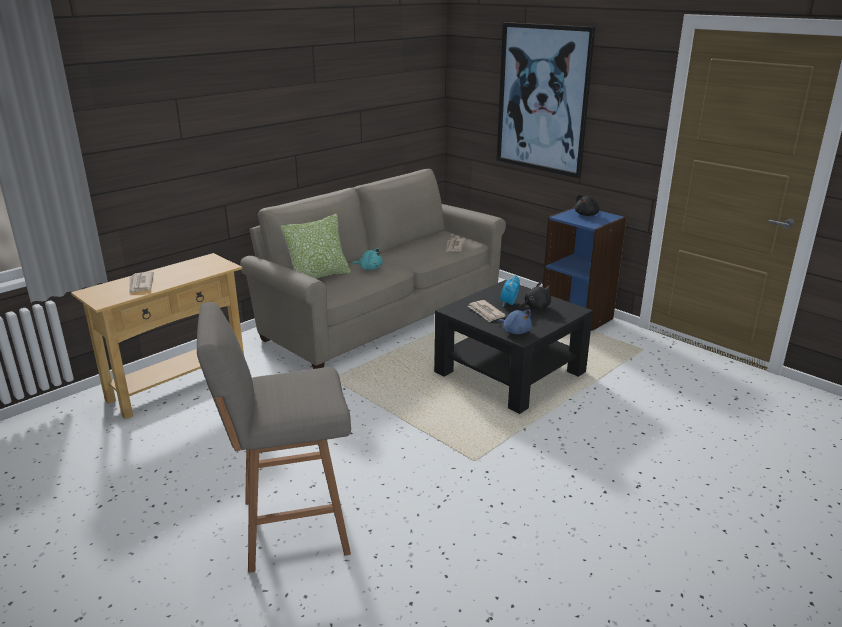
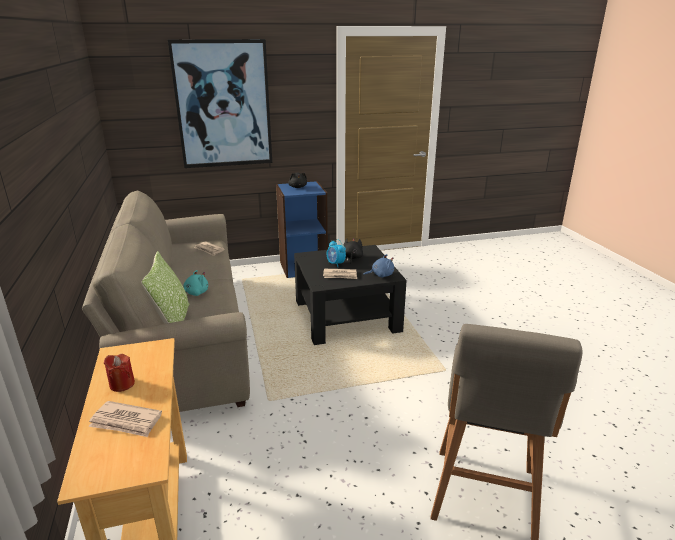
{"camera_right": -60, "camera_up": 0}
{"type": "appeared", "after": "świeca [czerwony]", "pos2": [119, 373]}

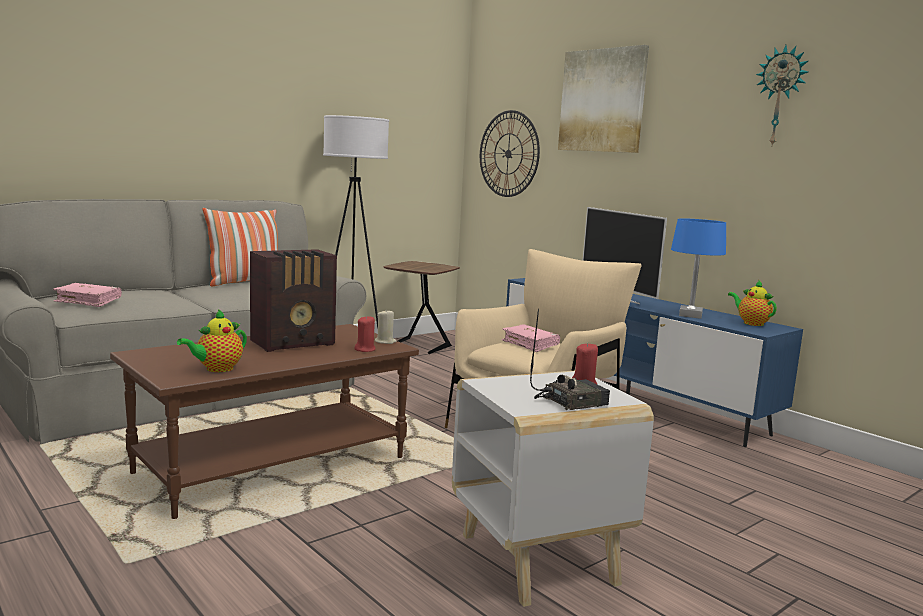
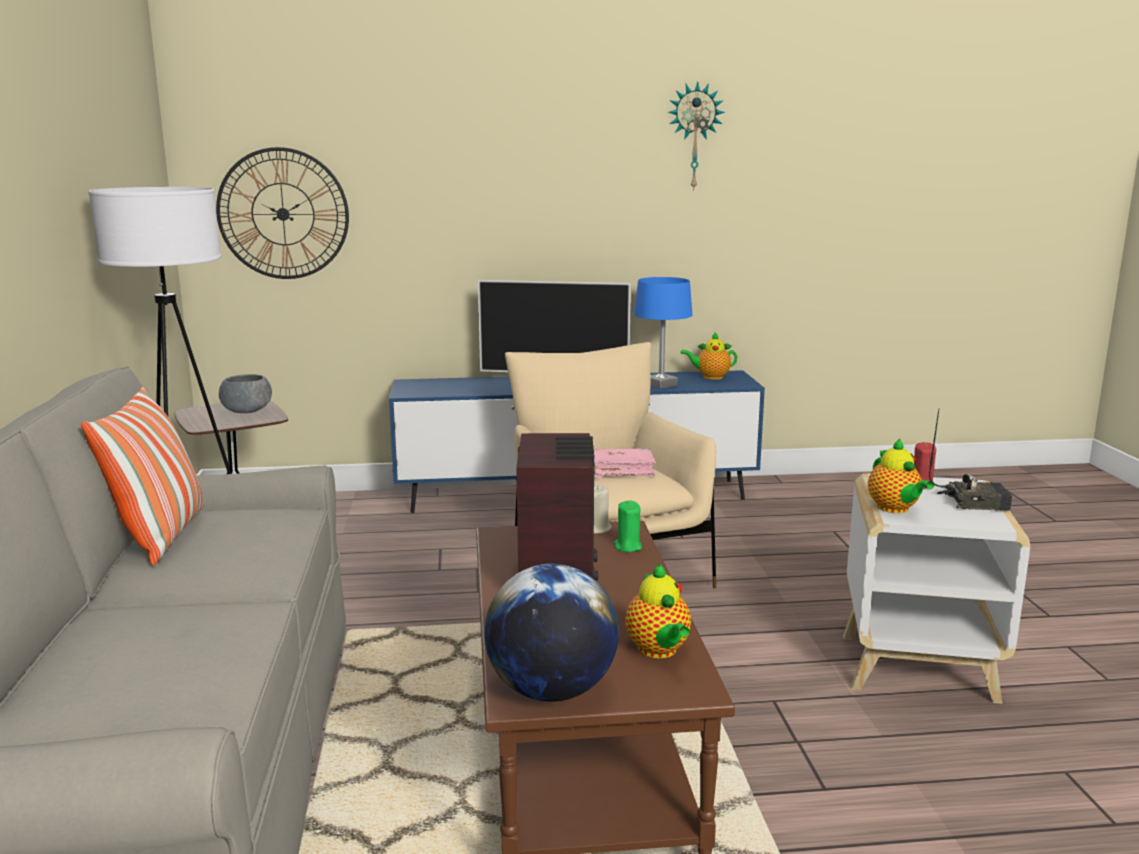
{"camera_right": -55, "camera_up": 5}
{"type": "missing", "before": "książka [różowy]", "pos1": [87, 295]}
{"type": "colour", "before": "świeca [czerwony]", "after": "świeca [zielony]", "pos1": [365, 333], "pos2": [628, 526]}
{"type": "spun", "before": "radio", "pos1": [570, 359], "pos2": [970, 459], "turn": 90}
{"type": "missing", "before": "obraz", "pos1": [603, 99]}
{"type": "appeared", "after": "miska [szary]", "pos2": [245, 393]}
{"type": "appeared", "after": "globus", "pos2": [551, 633]}
{"type": "appeared", "after": "imbryk", "pos2": [901, 476]}

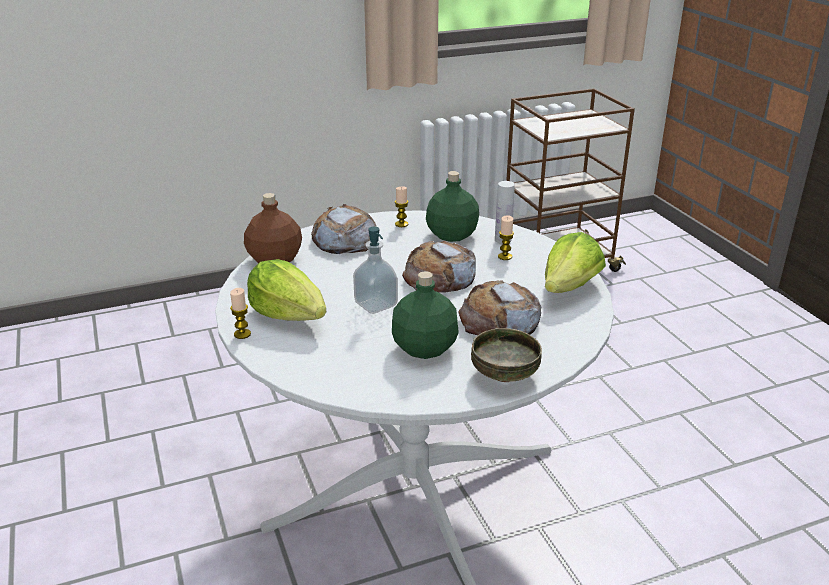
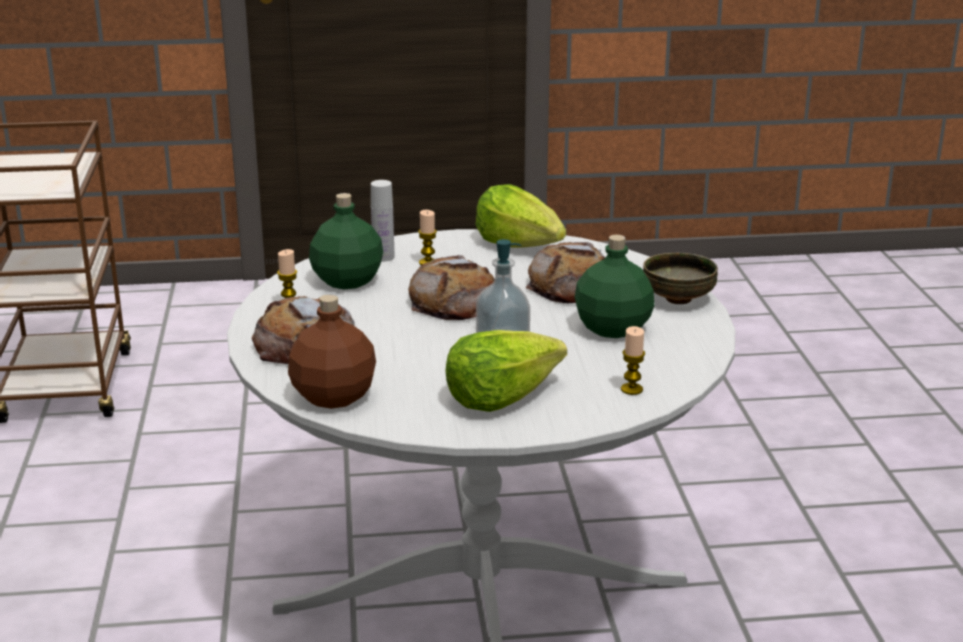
{"camera_right": -75, "camera_up": -5}
{"type": "relocated", "before": "świeca", "pos1": [240, 313], "pos2": [633, 360]}

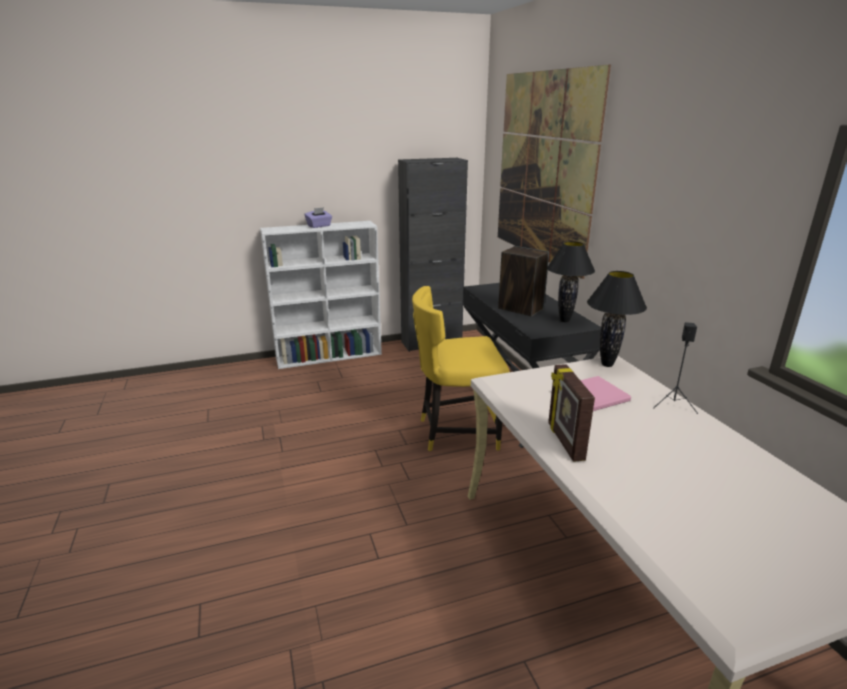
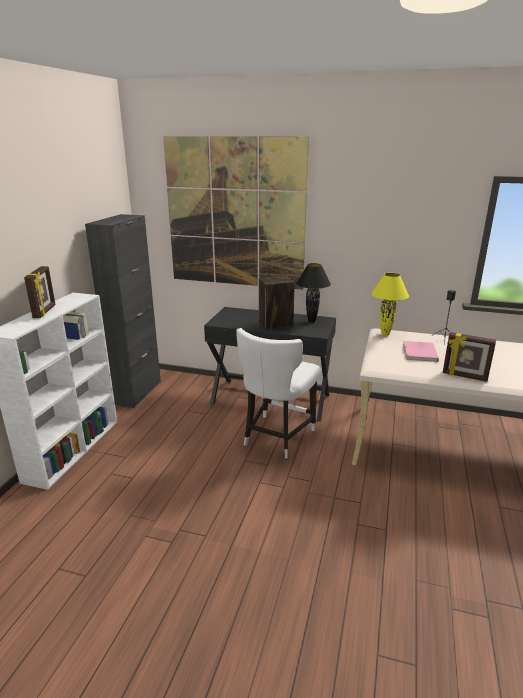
{"camera_right": -55, "camera_up": 0}
{"type": "exchanged", "before": "pudełko chusteczek [fioletowy]", "after": "ramka na zdjęcie", "pos1": [318, 217], "pos2": [39, 292]}
{"type": "colour", "before": "krzesło [żółty]", "after": "krzesło [biały]", "pos1": [461, 368], "pos2": [278, 393]}
{"type": "colour", "before": "lampa stołowa [czarny]", "after": "lampa stołowa [żółty]", "pos1": [617, 319], "pos2": [390, 304]}

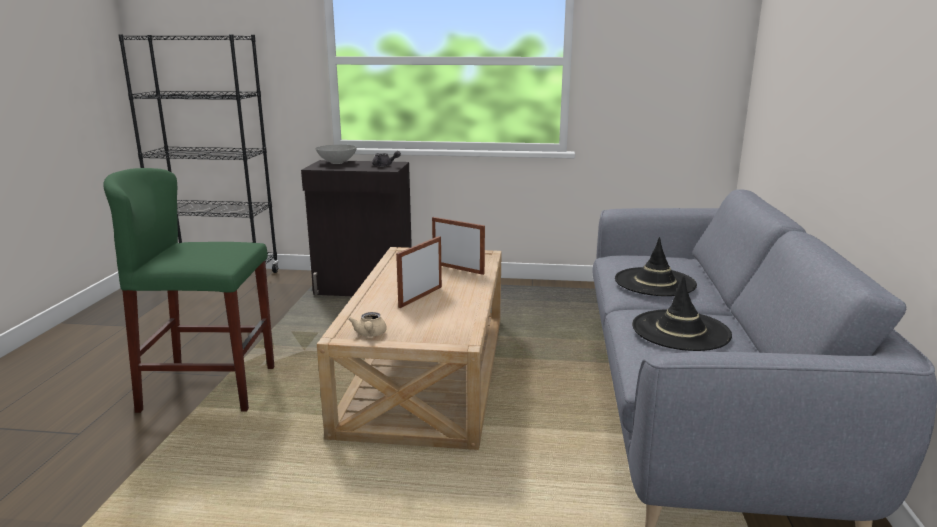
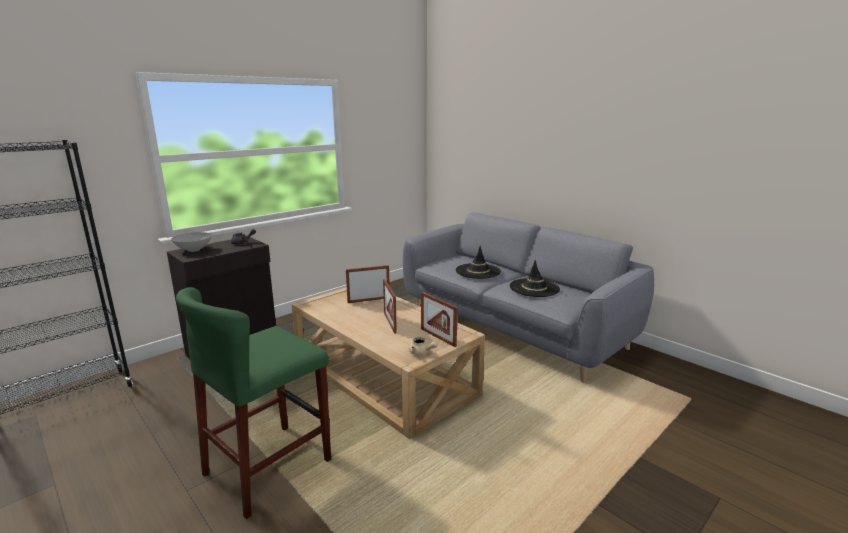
{"camera_right": -50, "camera_up": 0}
{"type": "appeared", "after": "ramka na zdjęcie", "pos2": [439, 319]}

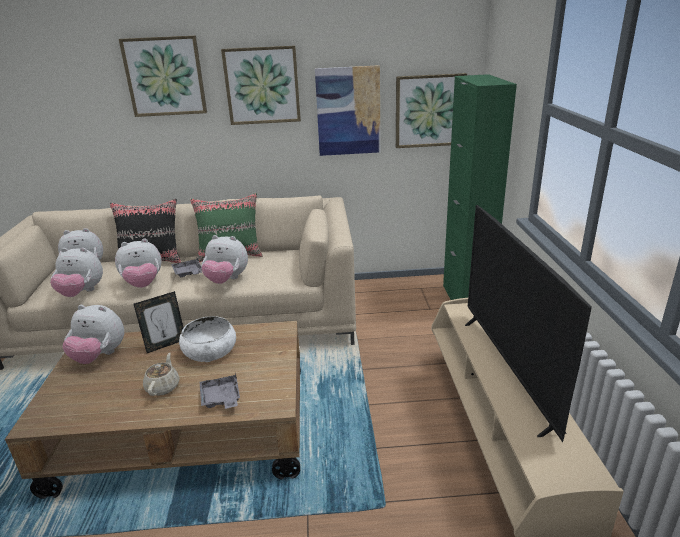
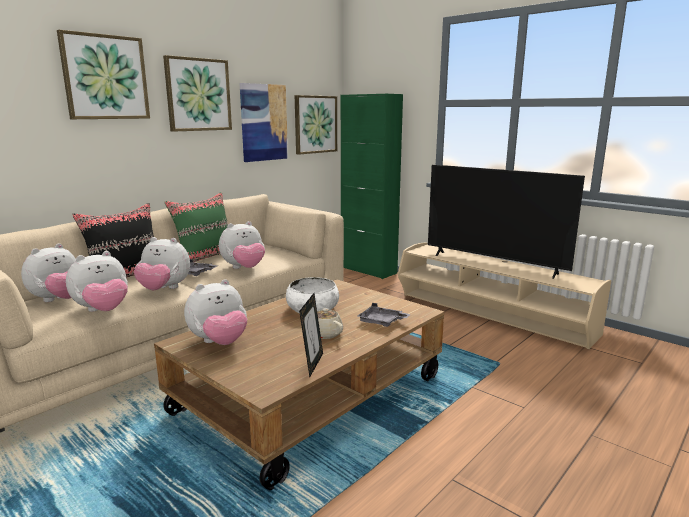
{"camera_right": -45, "camera_up": -10}
{"type": "spun", "before": "pluszak", "pos1": [138, 263], "pos2": [162, 263], "turn": 75}
{"type": "relocated", "before": "ramka na zdjęcie", "pos1": [158, 322], "pos2": [311, 335]}

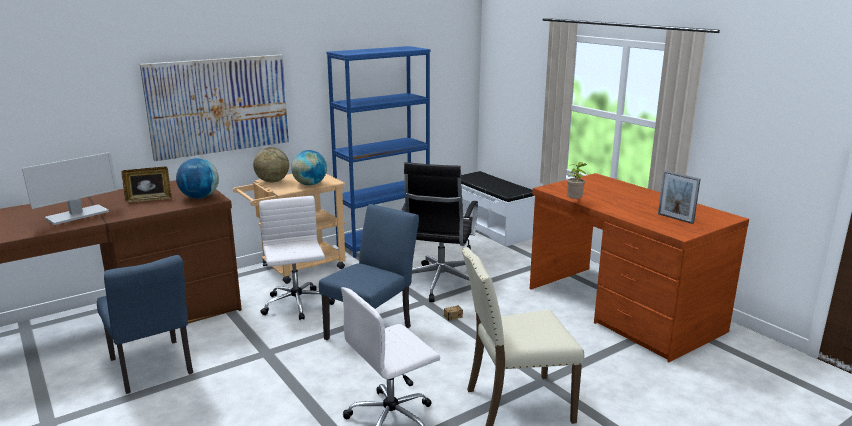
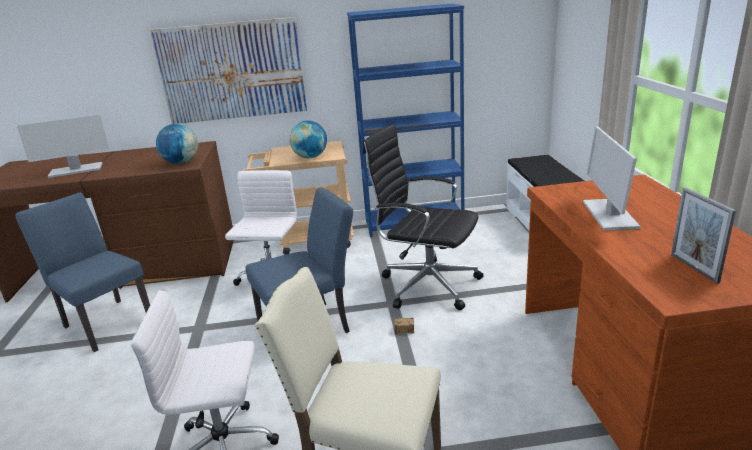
{"camera_right": 30, "camera_up": 5}
{"type": "spun", "before": "krzesło [niebieski]", "pos1": [145, 324], "pos2": [82, 272], "turn": 135}
{"type": "missing", "before": "ramka na zdjęcie", "pos1": [147, 184]}
{"type": "missing", "before": "globus", "pos1": [271, 165]}
{"type": "spun", "before": "krzesło biurowe [czarny]", "pos1": [439, 232], "pos2": [423, 217], "turn": 75}
{"type": "missing", "before": "roślina doniczkowa", "pos1": [577, 180]}
{"type": "appeared", "after": "monitor", "pos2": [611, 178]}

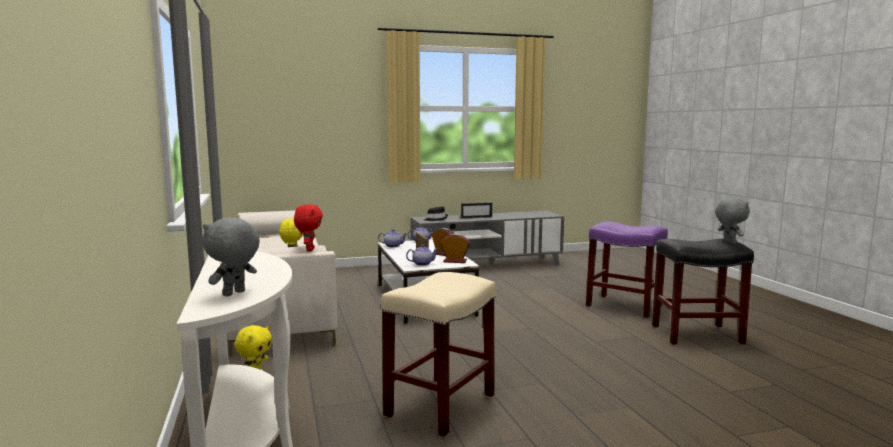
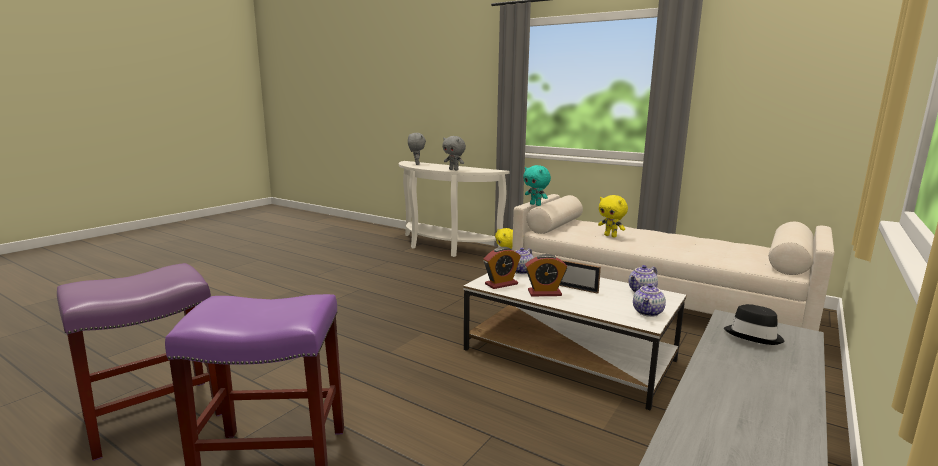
{"camera_right": 140, "camera_up": 5}
{"type": "colour", "before": "pluszak [czerwony]", "after": "pluszak [turkusowy]", "pos1": [308, 228], "pos2": [537, 185]}
{"type": "missing", "before": "stołek [beżowy]", "pos1": [438, 354]}
{"type": "missing", "before": "ramka na zdjęcie", "pos1": [476, 210]}
{"type": "colour", "before": "stołek [czarny]", "after": "stołek [fioletowy]", "pos1": [703, 292], "pos2": [139, 362]}
{"type": "relocated", "before": "pluszak [szary]", "pos1": [732, 221], "pos2": [454, 153]}

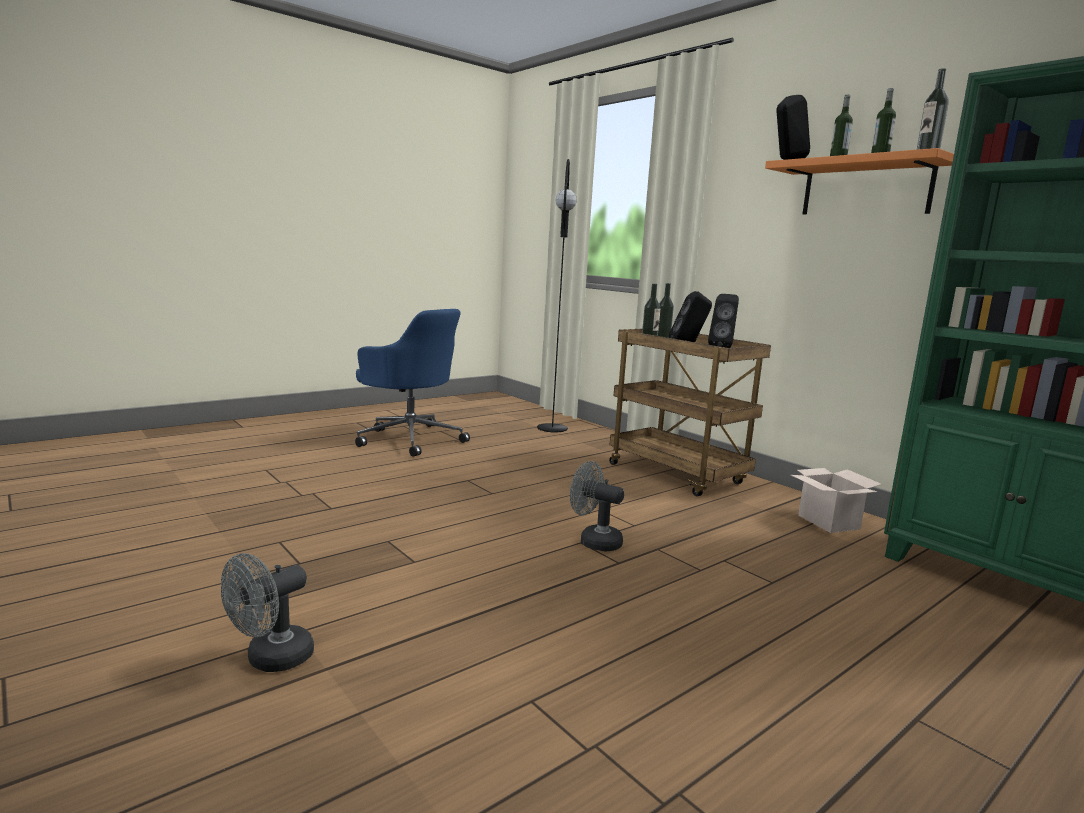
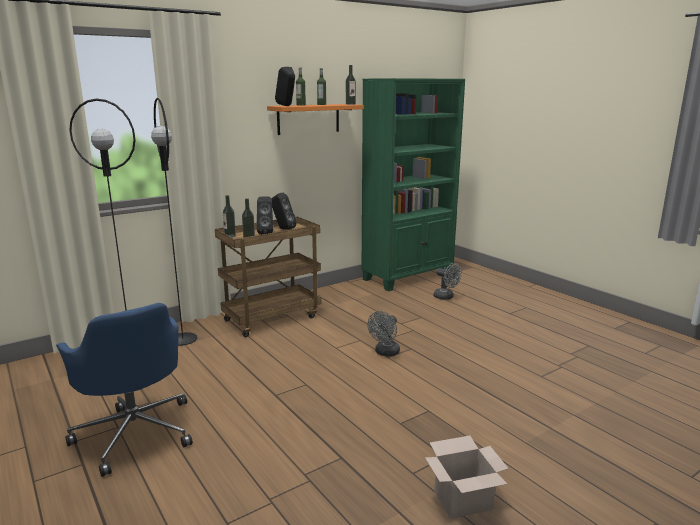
{"camera_right": -85, "camera_up": 5}
{"type": "relocated", "before": "wentylator [szary]", "pos1": [267, 612], "pos2": [448, 281]}
{"type": "spun", "before": "krzesło biurowe [niebieski]", "pos1": [412, 383], "pos2": [124, 390], "turn": 105}
{"type": "relocated", "before": "karton", "pos1": [836, 500], "pos2": [467, 477]}
{"type": "appeared", "after": "lampa stojąca [czarny]", "pos2": [174, 222]}

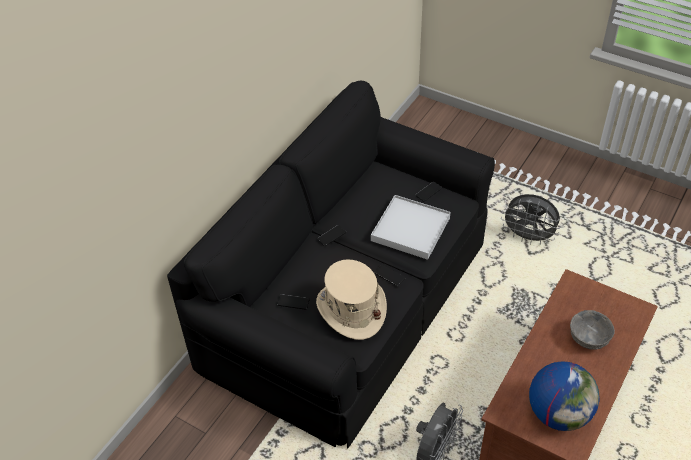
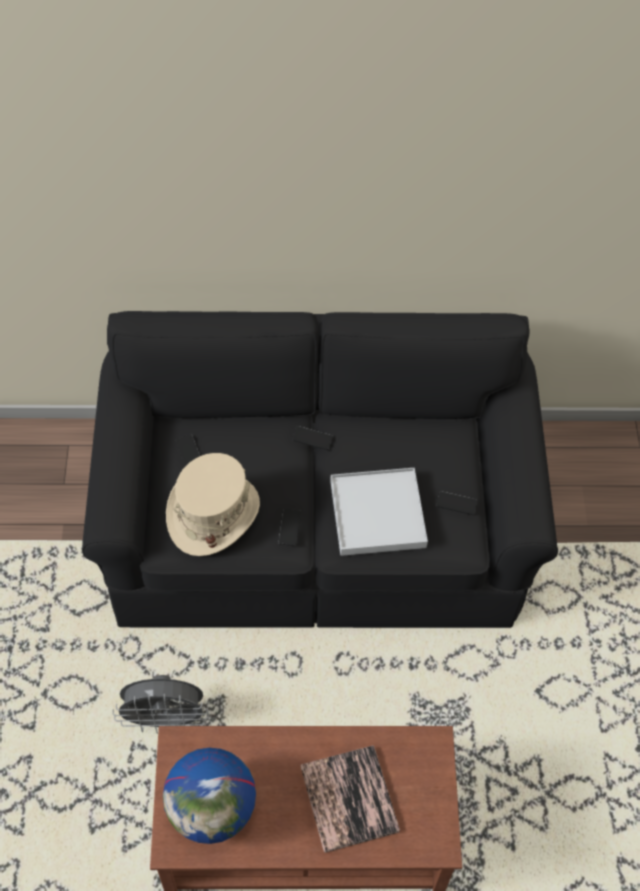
{"camera_right": 55, "camera_up": 10}
{"type": "missing", "before": "wentylator [szary]", "pos1": [531, 219]}
{"type": "exchanged", "before": "miska [szary]", "after": "książka", "pos1": [592, 329], "pos2": [350, 799]}

